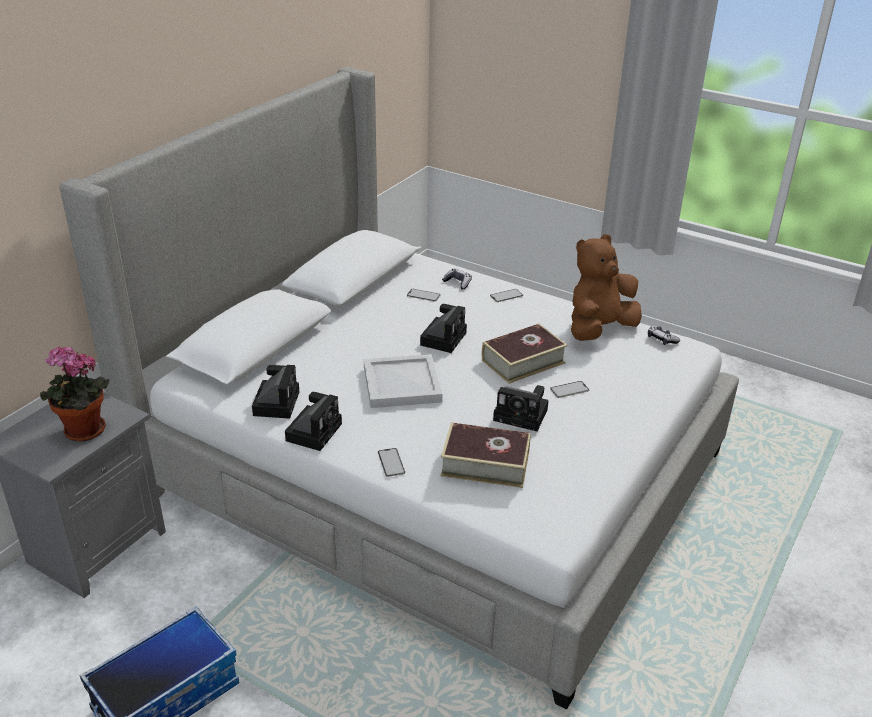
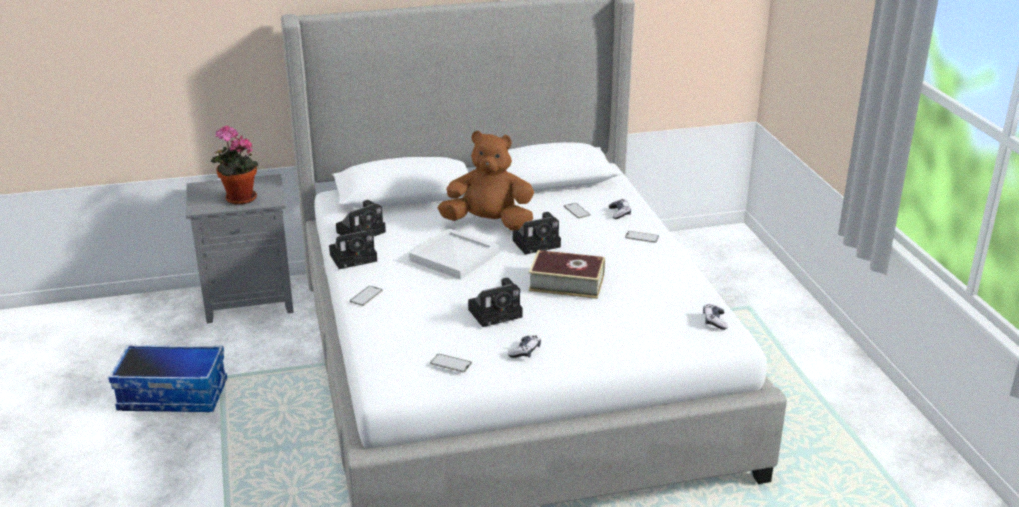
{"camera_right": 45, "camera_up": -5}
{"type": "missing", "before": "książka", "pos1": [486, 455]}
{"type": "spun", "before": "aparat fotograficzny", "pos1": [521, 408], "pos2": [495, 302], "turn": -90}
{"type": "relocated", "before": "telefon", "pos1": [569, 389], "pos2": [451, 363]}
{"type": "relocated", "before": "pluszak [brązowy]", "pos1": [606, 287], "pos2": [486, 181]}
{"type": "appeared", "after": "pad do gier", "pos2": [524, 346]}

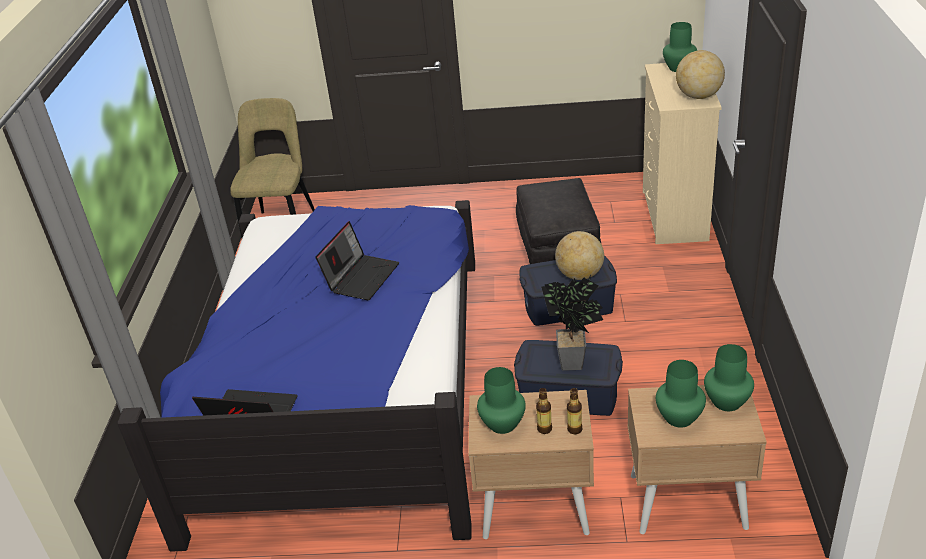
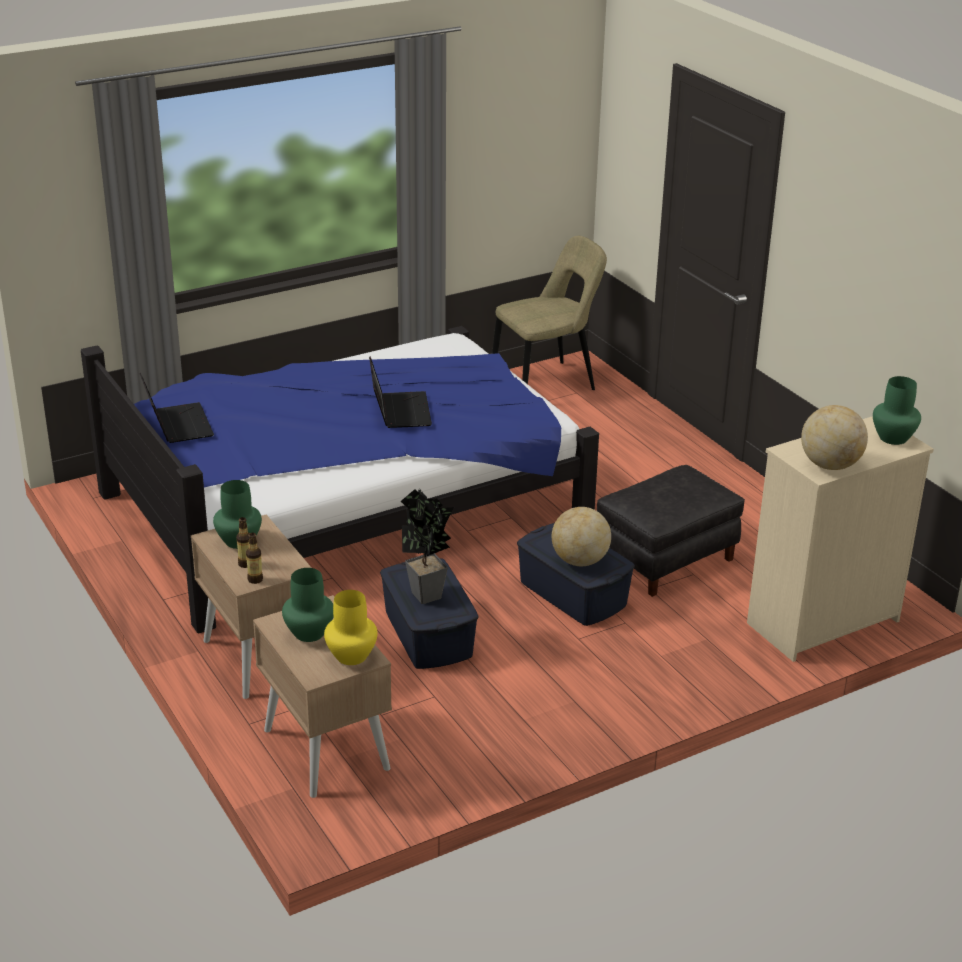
{"camera_right": 55, "camera_up": -5}
{"type": "spun", "before": "laptop", "pos1": [357, 260], "pos2": [400, 392], "turn": -90}
{"type": "colour", "before": "wazon [zielony]", "after": "wazon [żółty]", "pos1": [729, 377], "pos2": [351, 627]}

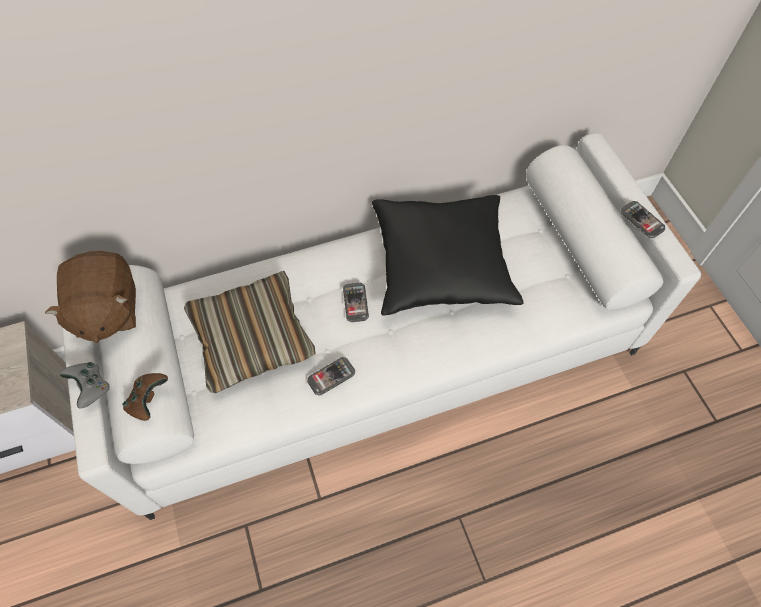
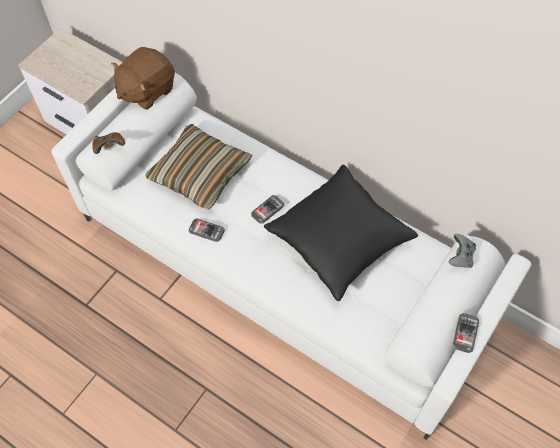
{"camera_right": 55, "camera_up": 0}
{"type": "relocated", "before": "pad do gier [szary]", "pos1": [84, 385], "pos2": [462, 251]}

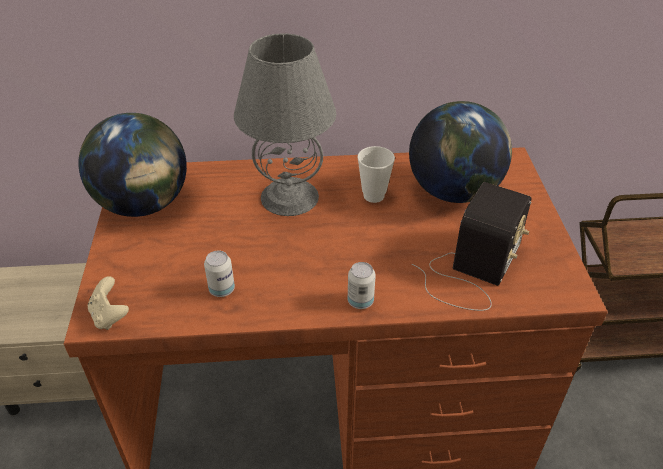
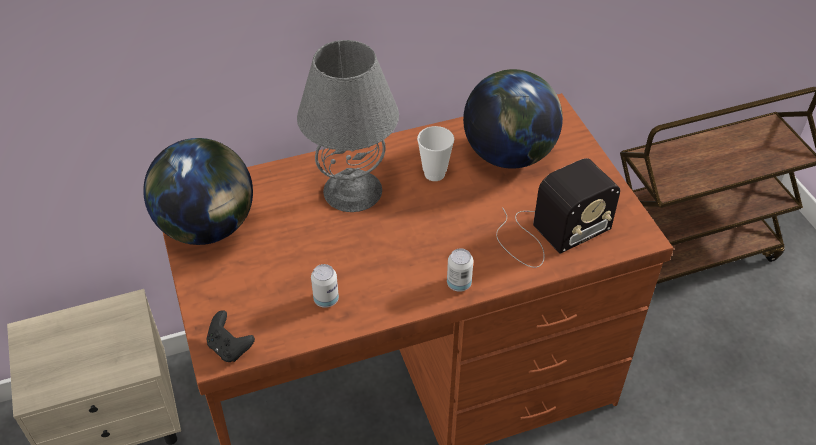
{"camera_right": -15, "camera_up": 5}
{"type": "colour", "before": "pad do gier [beżowy]", "after": "pad do gier [czarny]", "pos1": [108, 303], "pos2": [231, 336]}
{"type": "spun", "before": "radio", "pos1": [471, 246], "pos2": [558, 213], "turn": 45}

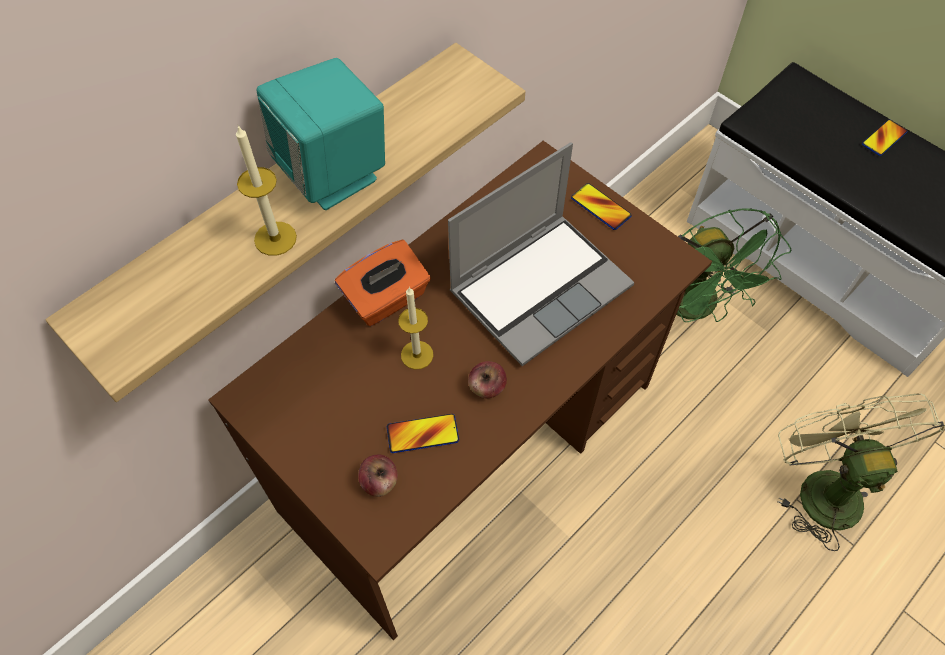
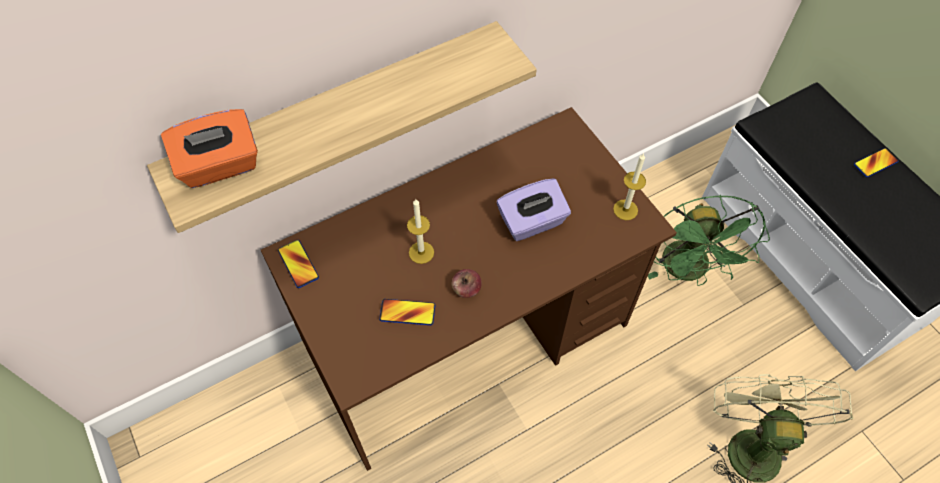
{"camera_right": 15, "camera_up": 0}
{"type": "relocated", "before": "świeca", "pos1": [266, 191], "pos2": [629, 186]}
{"type": "missing", "before": "głośnik [turkusowy]", "pos1": [321, 134]}
{"type": "relocated", "before": "pudełko chusteczek [pomarańczowy]", "pos1": [383, 283], "pos2": [209, 148]}
{"type": "missing", "before": "jabłko", "pos1": [378, 475]}
{"type": "exchanged", "before": "laptop", "after": "pudełko chusteczek [fioletowy]", "pos1": [541, 254], "pos2": [534, 209]}
{"type": "relocated", "before": "telefon", "pos1": [601, 206], "pos2": [298, 264]}

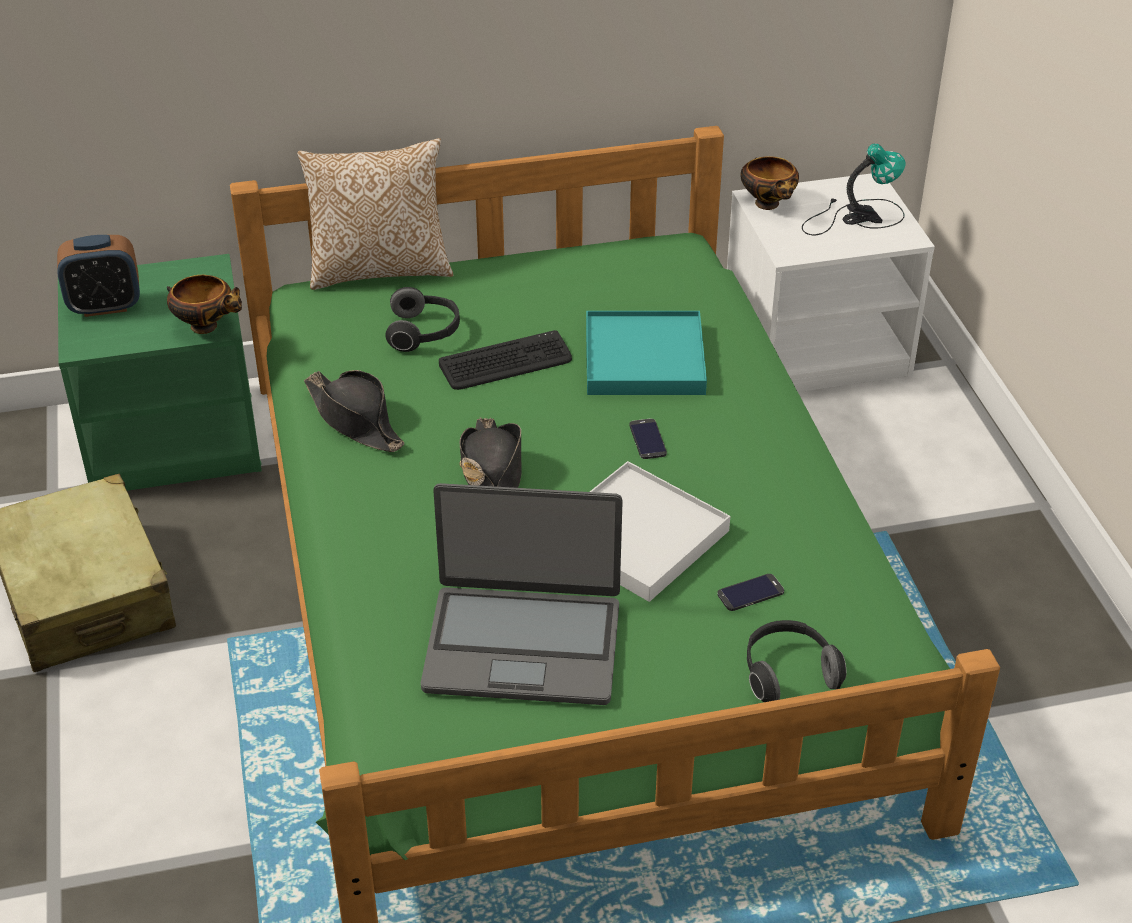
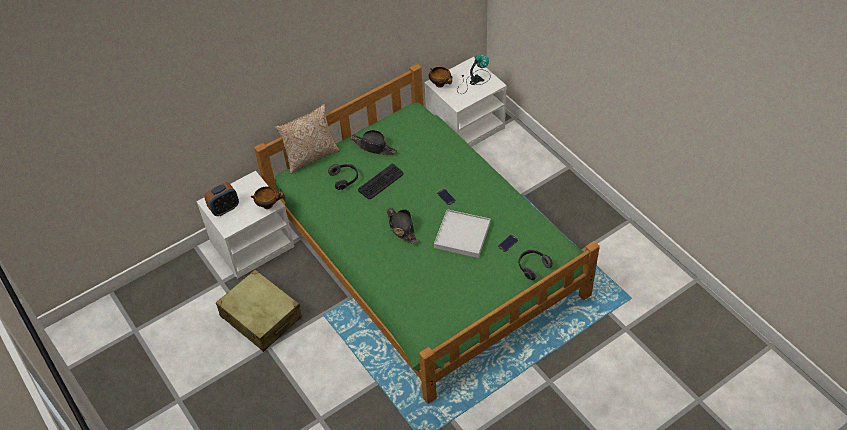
{"camera_right": -20, "camera_up": 10}
{"type": "colour", "before": "szafka nocna [zielony]", "after": "szafka nocna [biały]", "pos1": [160, 372], "pos2": [245, 225]}
{"type": "relocated", "before": "kapelusz [czarny]", "pos1": [354, 411], "pos2": [373, 142]}
{"type": "missing", "before": "laptop", "pos1": [522, 594]}
{"type": "missing", "before": "taca [turkusowy]", "pos1": [646, 353]}

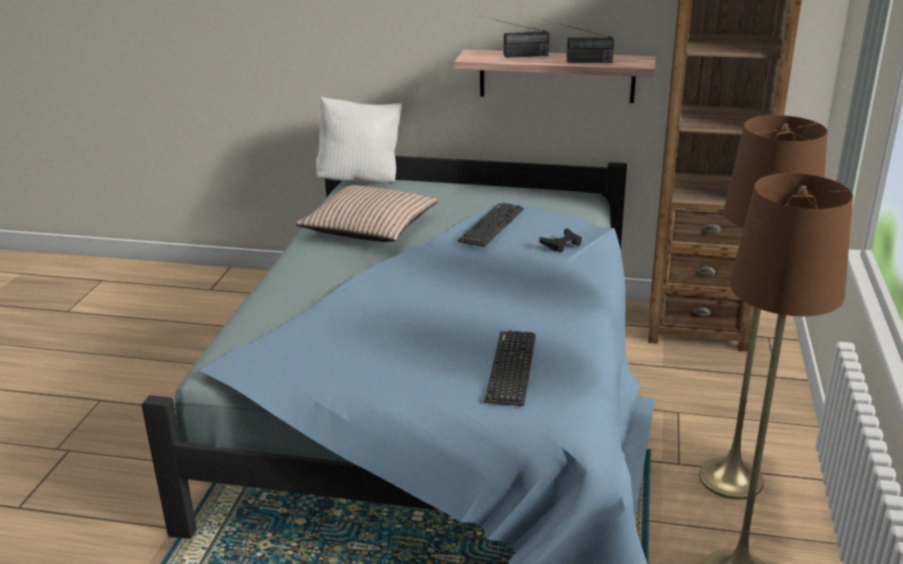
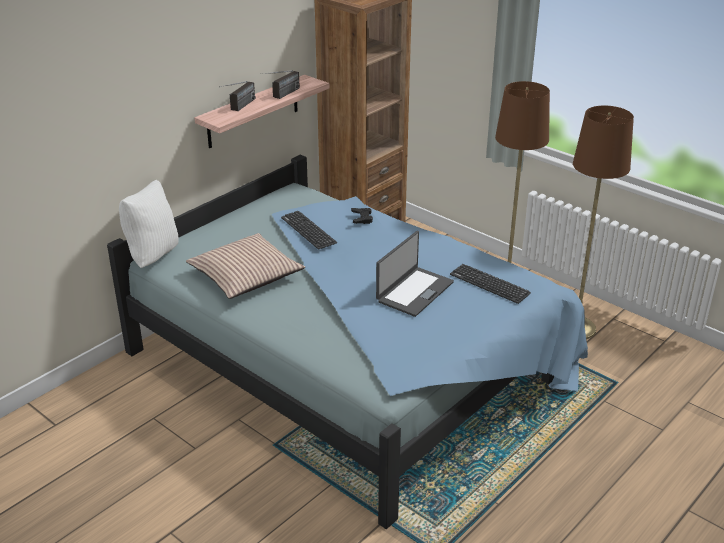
{"camera_right": -60, "camera_up": 5}
{"type": "appeared", "after": "laptop", "pos2": [415, 274]}

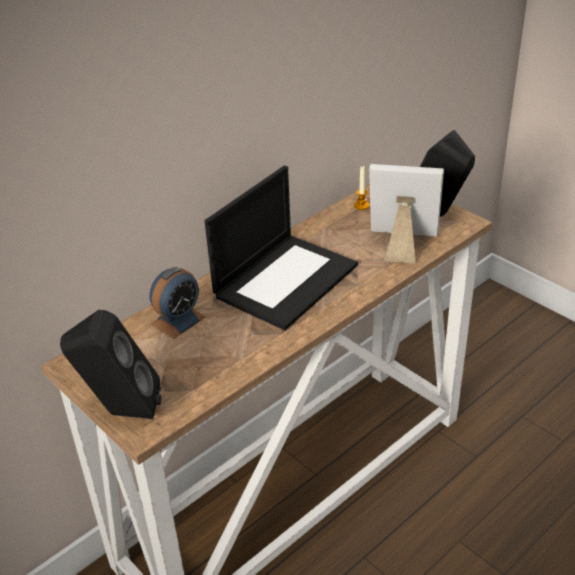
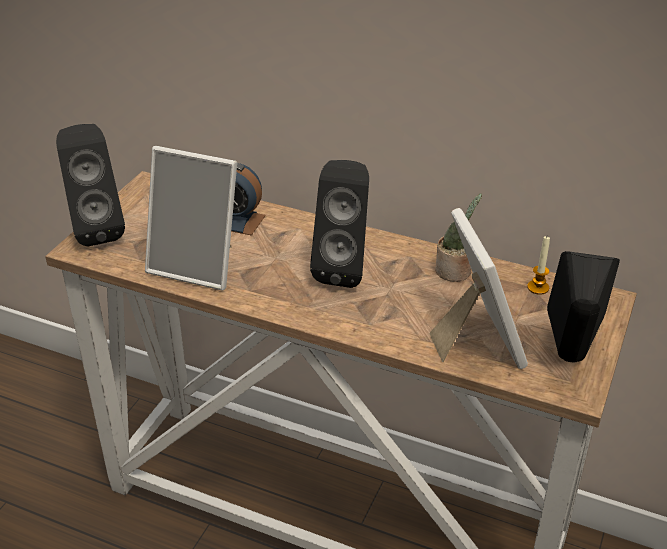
{"camera_right": 65, "camera_up": 0}
{"type": "exchanged", "before": "laptop", "after": "głośnik [czarny]", "pos1": [281, 248], "pos2": [339, 224]}
{"type": "appeared", "after": "ramka na zdjęcie", "pos2": [191, 218]}
{"type": "appeared", "after": "roślina doniczkowa", "pos2": [458, 237]}

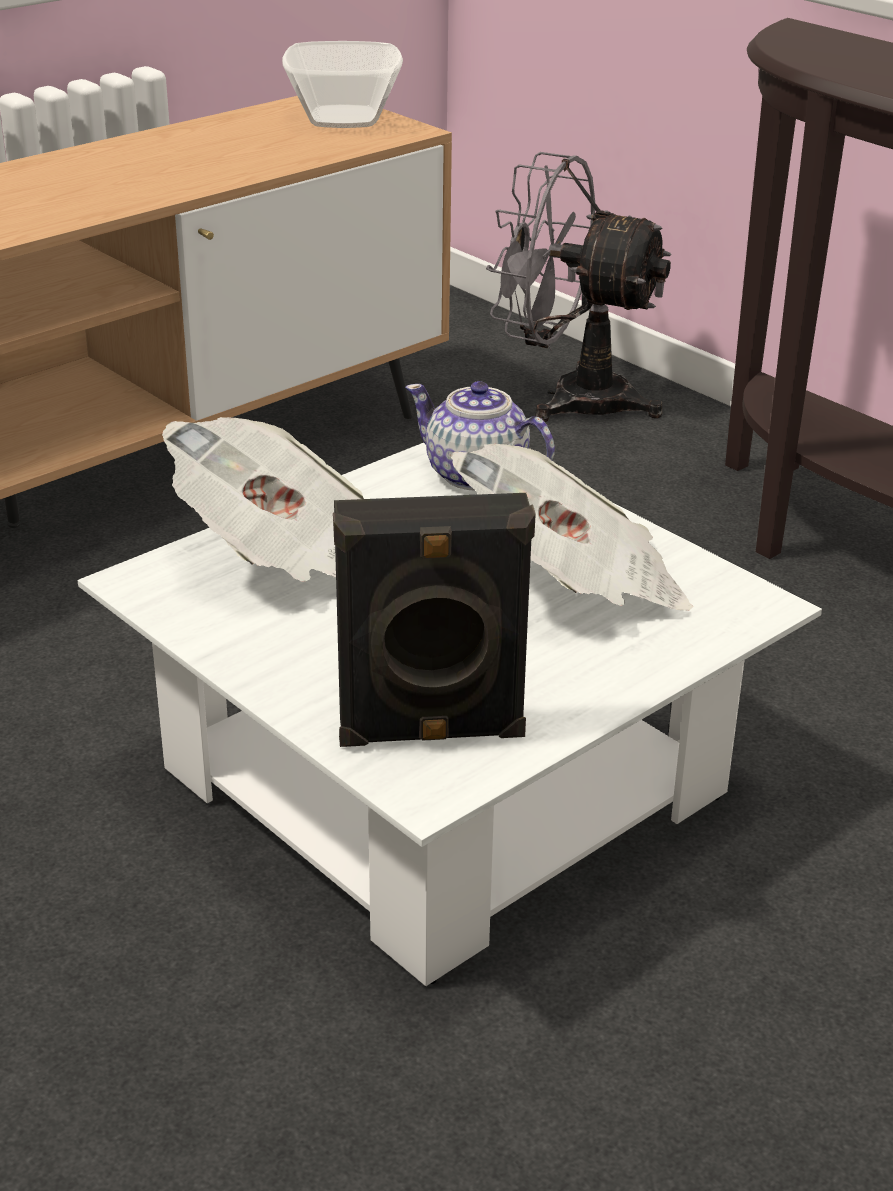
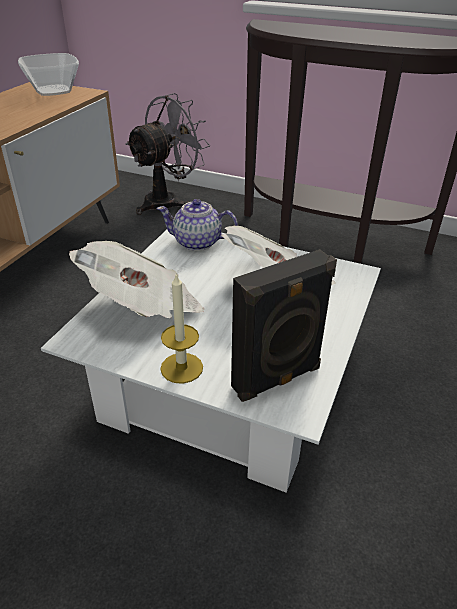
{"camera_right": -25, "camera_up": 5}
{"type": "spun", "before": "wentylator [szary]", "pos1": [579, 287], "pos2": [167, 154], "turn": 135}
{"type": "appeared", "after": "świeca", "pos2": [181, 328]}

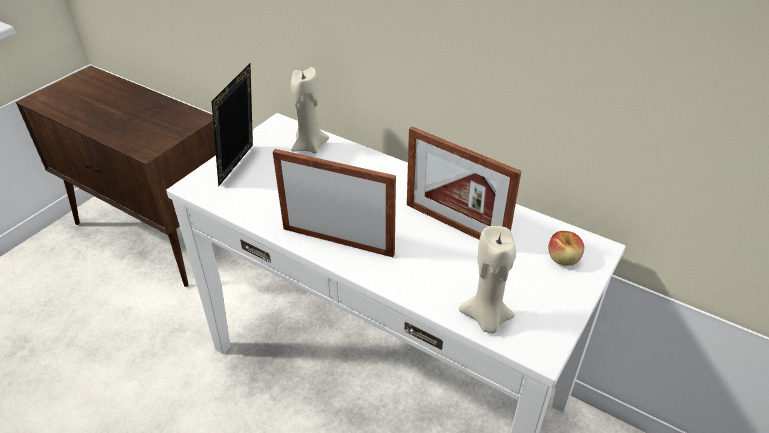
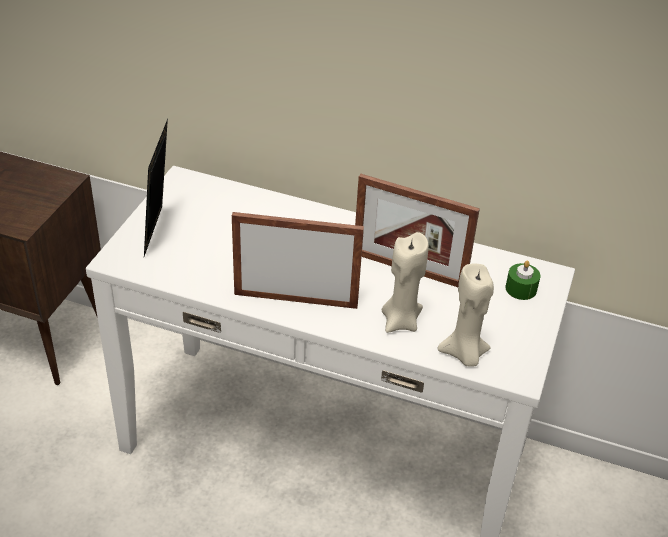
{"camera_right": -15, "camera_up": 0}
{"type": "relocated", "before": "świeca [beżowy]", "pos1": [310, 110], "pos2": [405, 282]}
{"type": "exchanged", "before": "jabłko", "after": "świeca [zielony]", "pos1": [566, 248], "pos2": [523, 280]}

